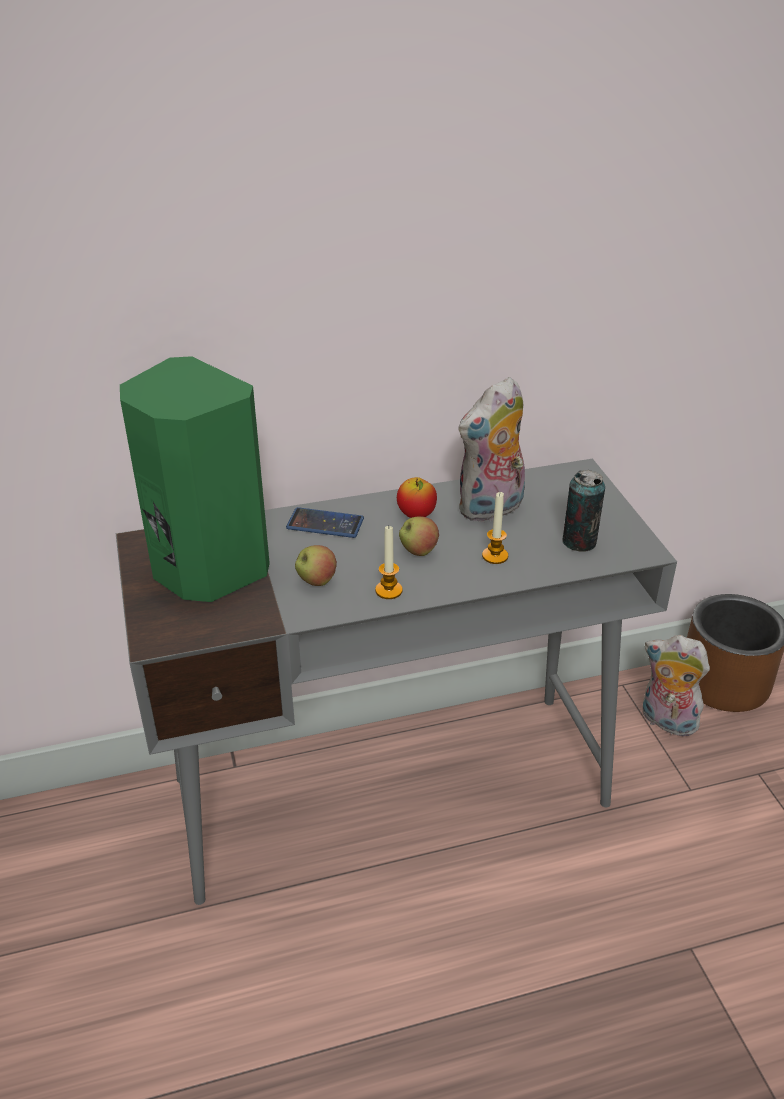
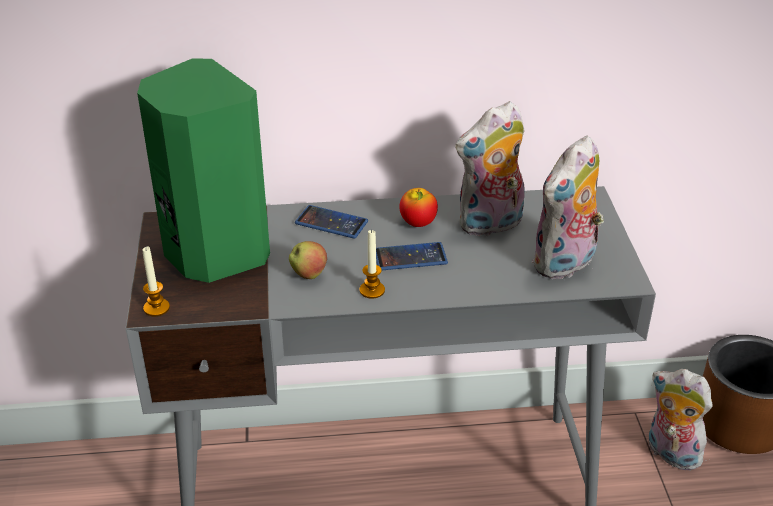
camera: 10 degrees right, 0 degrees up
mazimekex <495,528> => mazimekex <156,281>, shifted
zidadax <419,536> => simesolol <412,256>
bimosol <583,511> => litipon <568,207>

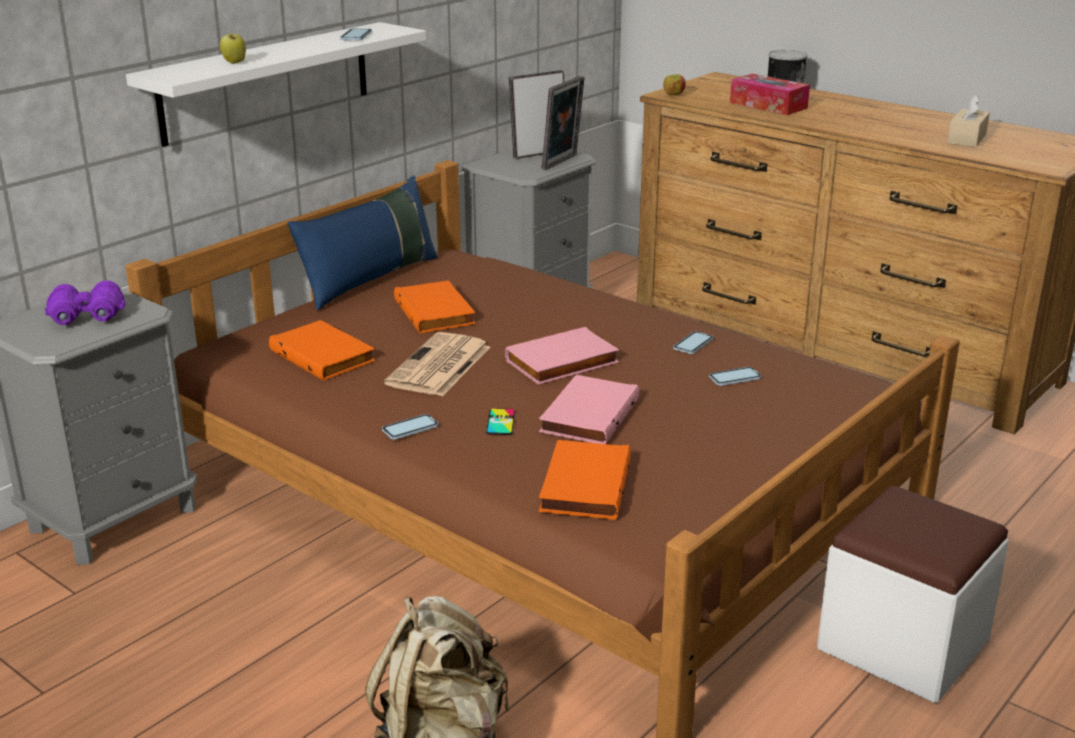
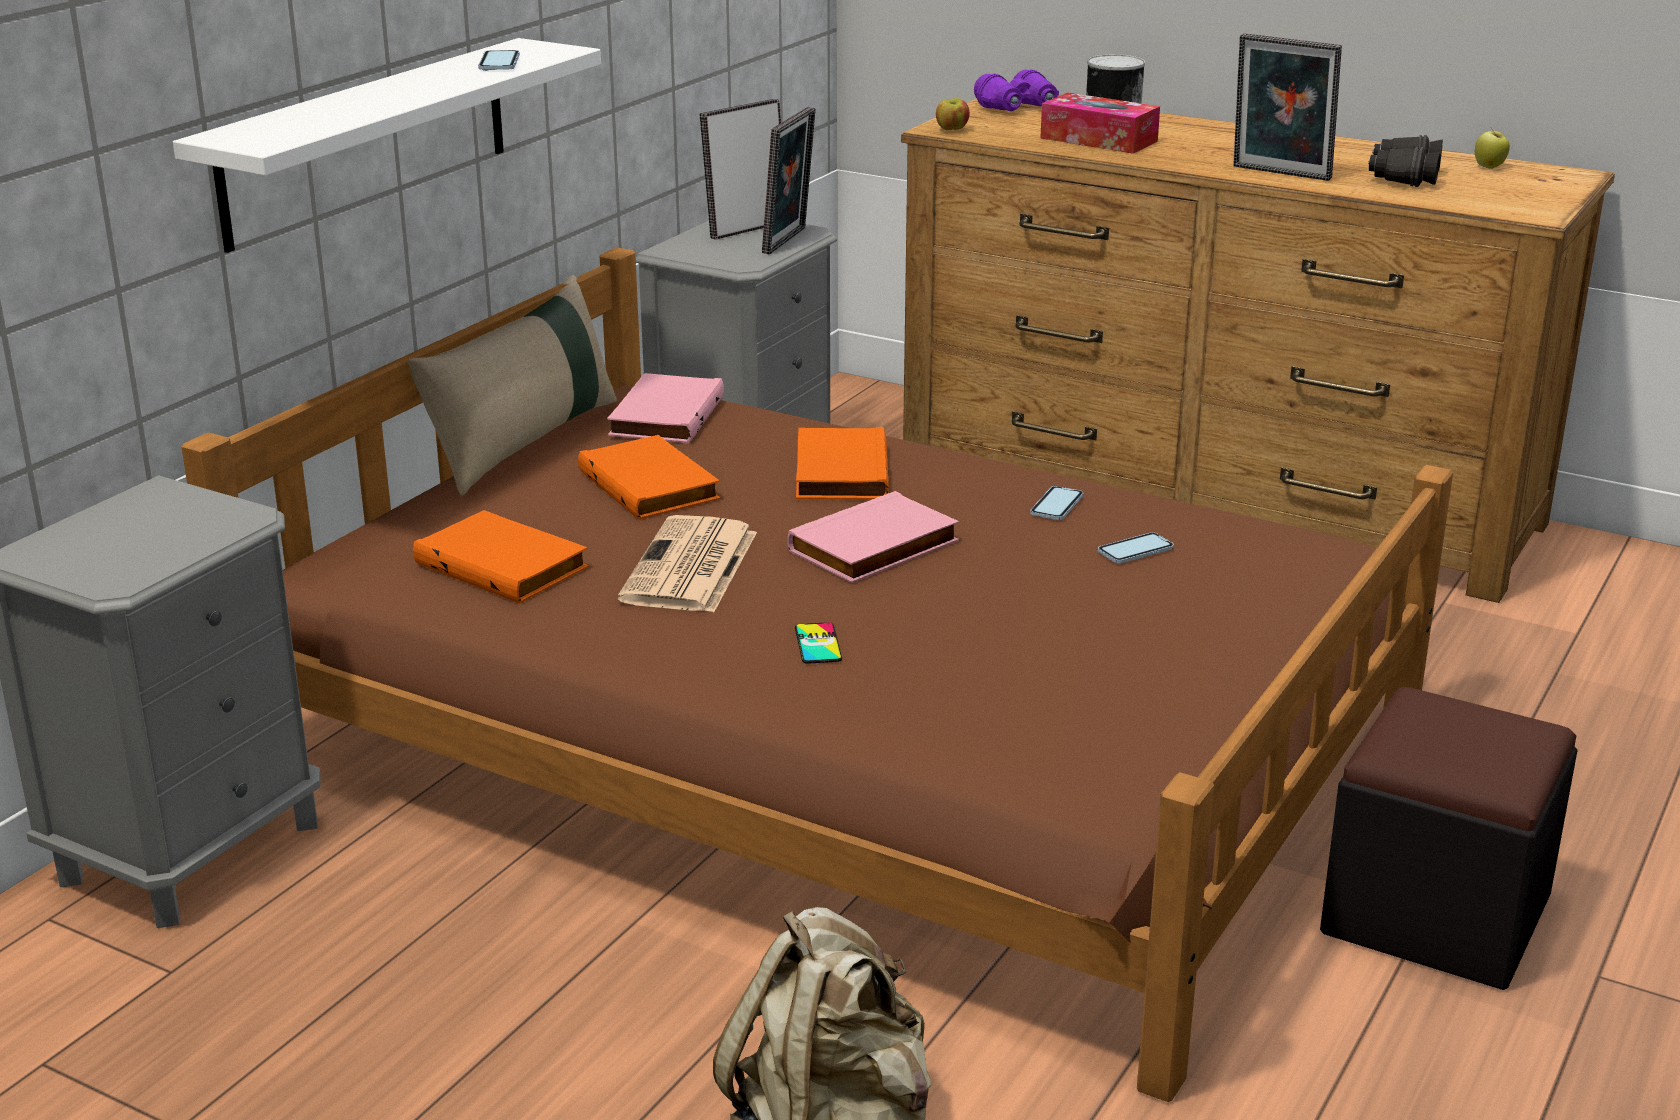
camera: 10 degrees left, 0 degrees up
simesolol <410,427> => nothing
nothing => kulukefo <1287,107>
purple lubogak <85,302> => purple lubogak <1016,90>, shifted
zidadax <233,47> => zidadax <1492,148>, shifted
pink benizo <589,409> => pink benizo <665,408>, shifted
orange benizo <585,480> => orange benizo <842,463>, shifted
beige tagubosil <968,120> => black lubogak <1405,161>
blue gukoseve <362,243> => beige gukoseve <512,385>
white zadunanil <913,594> => black zadunanil <1449,838>

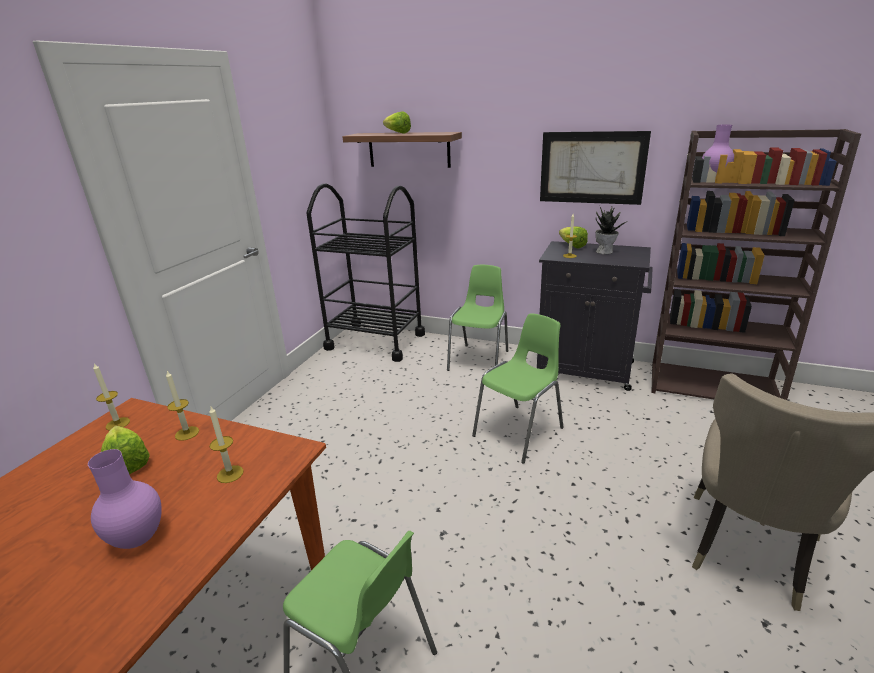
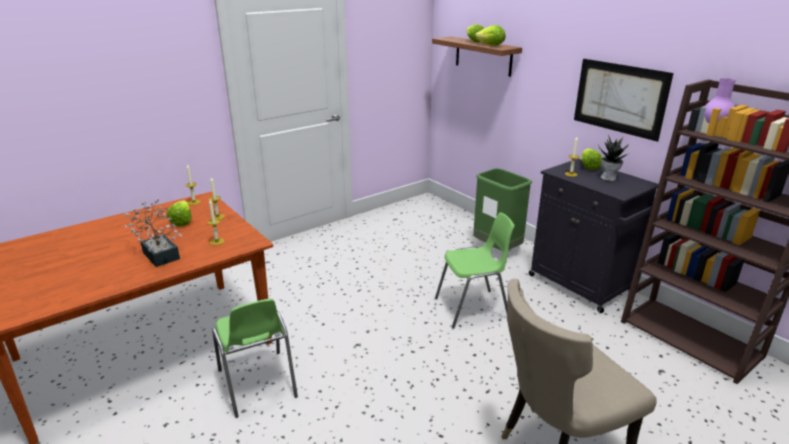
camera: 30 degrees right, 0 degrees up
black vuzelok <365,273> => nothing
nothing => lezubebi <490,35>
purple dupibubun <125,499> => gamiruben <153,233>
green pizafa <477,318> => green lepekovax <502,209>

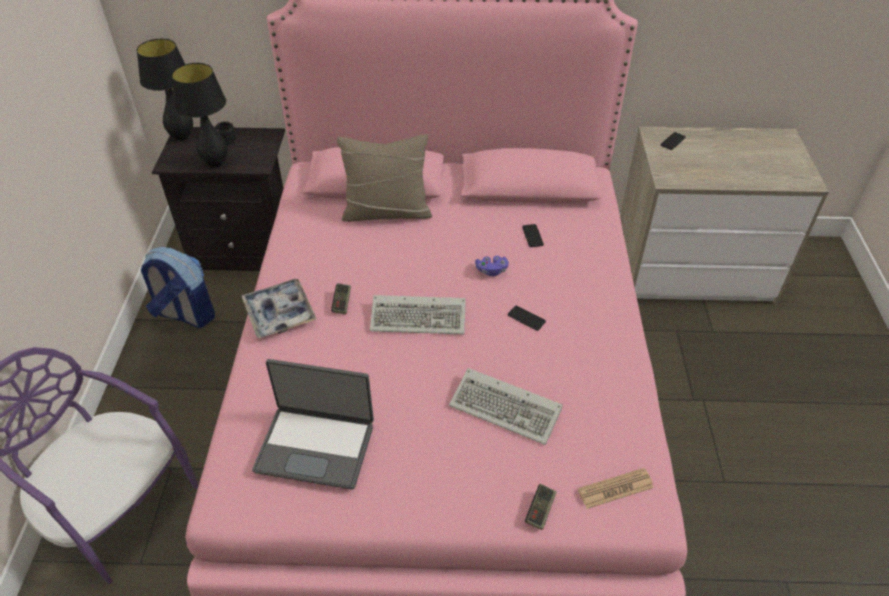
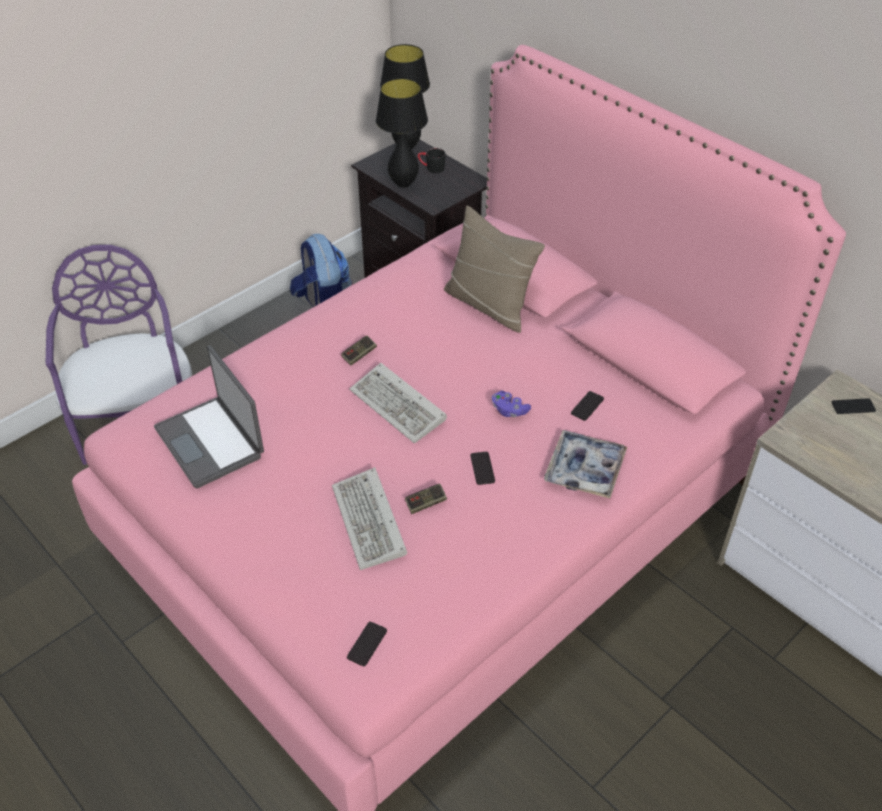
camera: 45 degrees right, 0 degrees up
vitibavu <279,308> => vitibavu <585,464>, shifted
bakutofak <541,507> => bakutofak <426,499>, shifted
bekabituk <616,488> => simesolol <367,644>

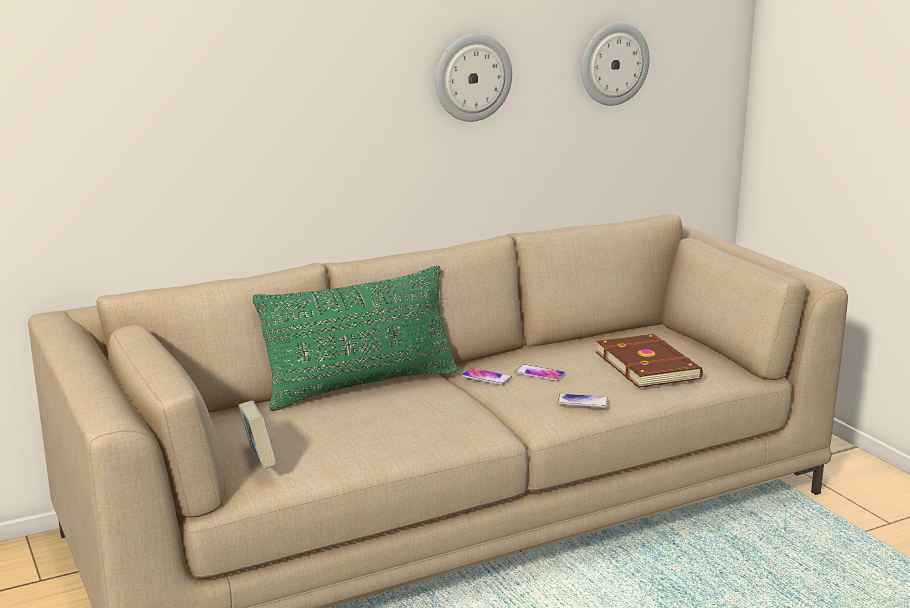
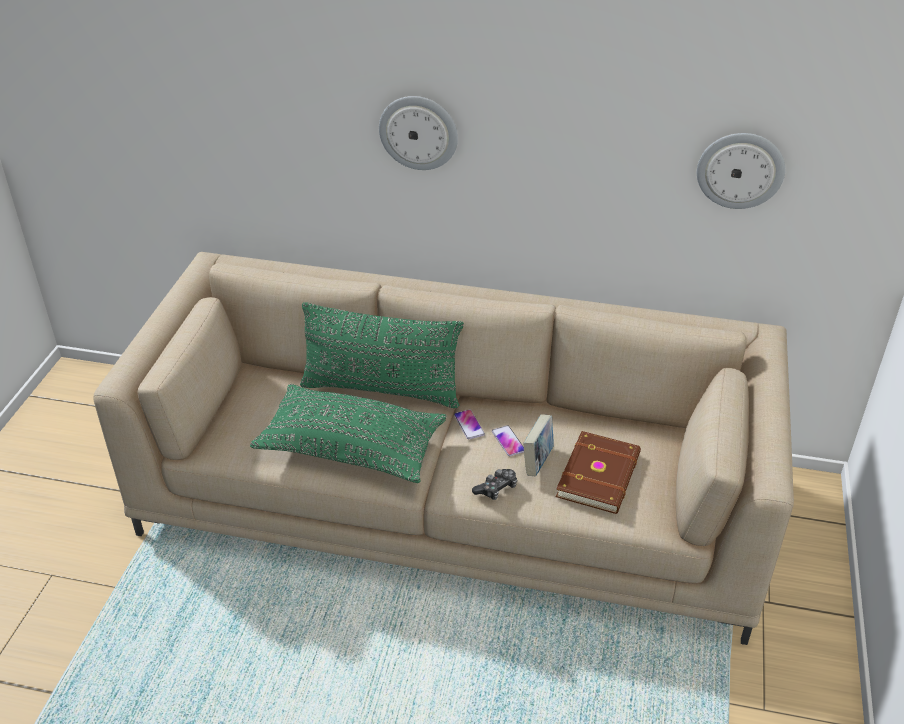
camera: 40 degrees right, 20 degrees up
nothing => green gukoseve <348,433>
benizo <257,435> => benizo <538,445>, shifted
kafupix <473,78> => kafupix <418,133>, shifted
simesolol <582,401> => bakutofak <494,484>

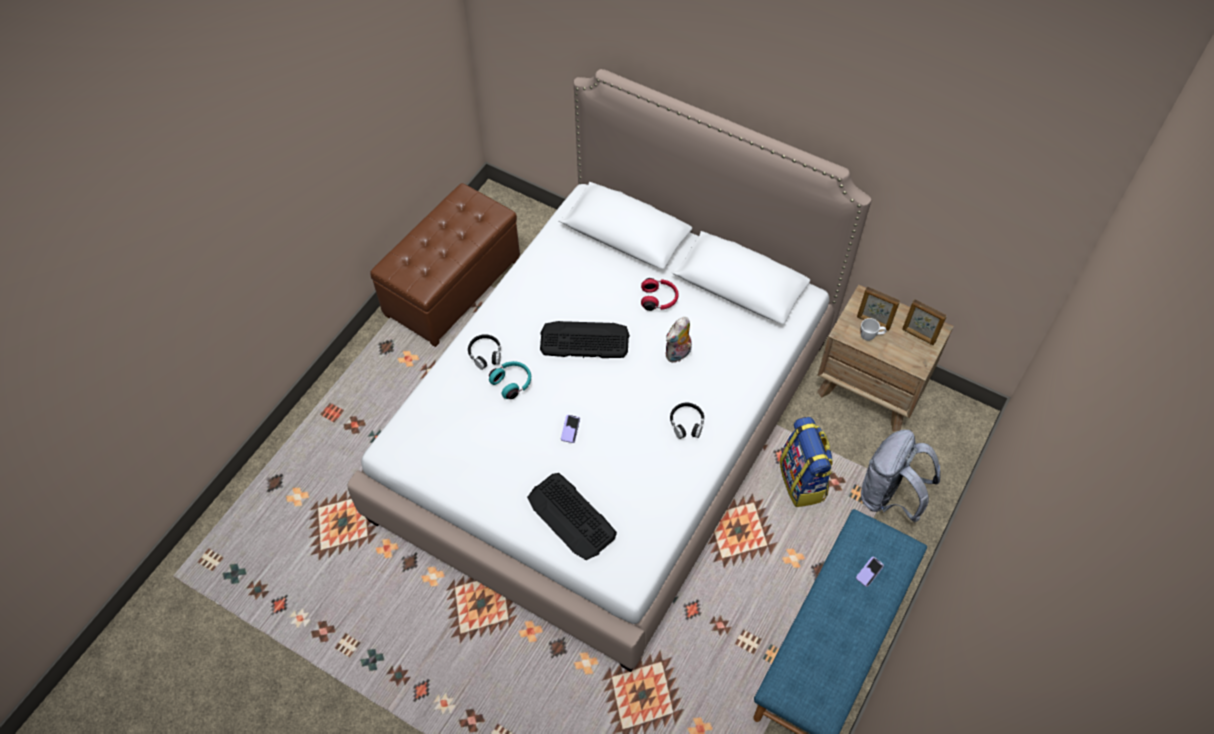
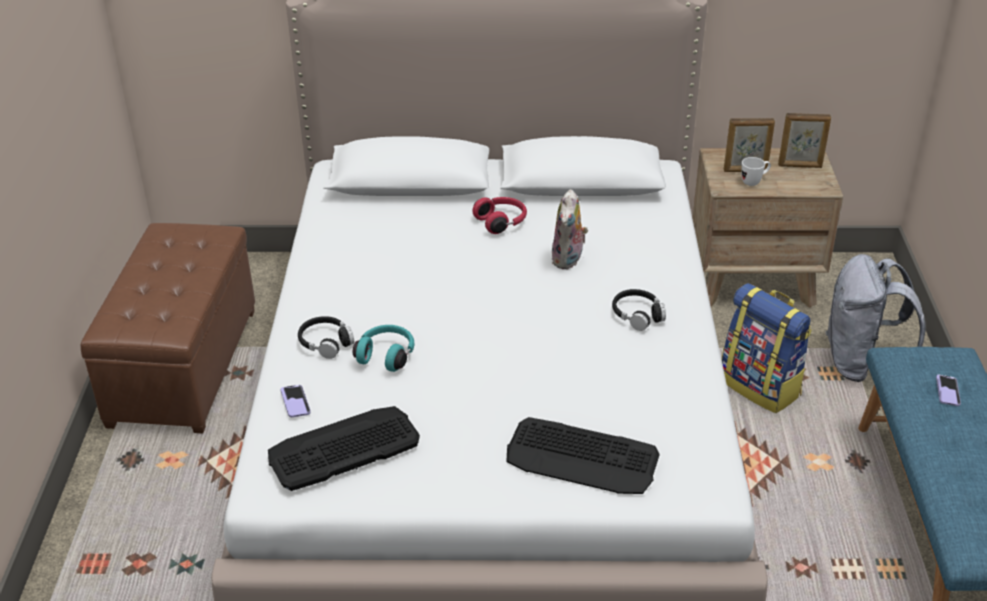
camera: 30 degrees left, 20 degrees down
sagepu <585,339> => sagepu <344,448>, shifted
simesolol <570,429> => simesolol <296,401>, shifted

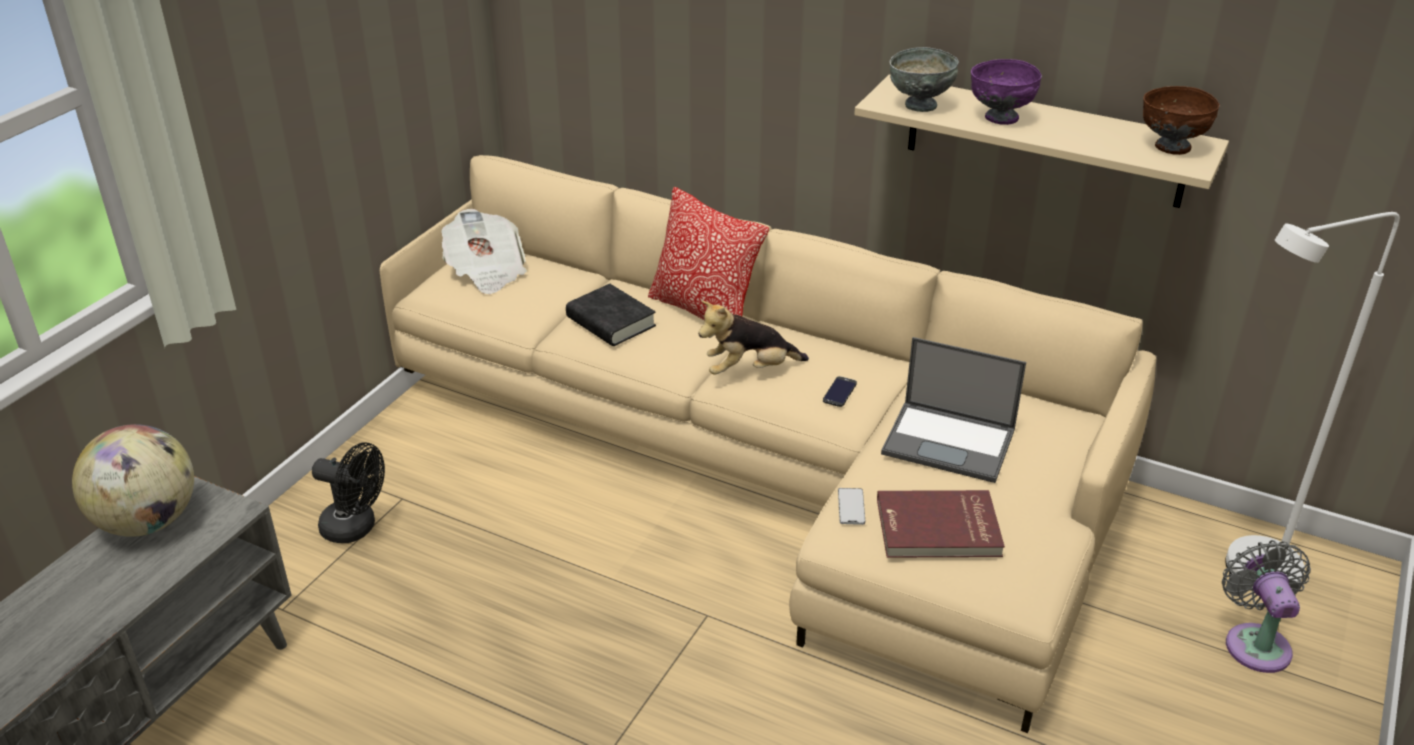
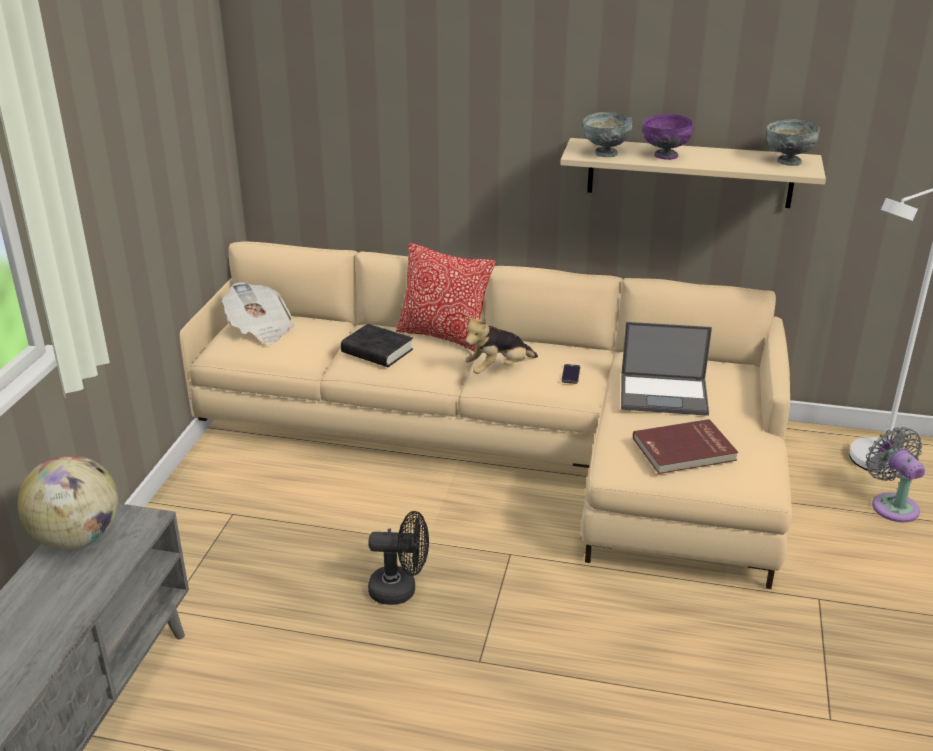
camera: 15 degrees left, 5 degrees down
simesolol <851,506> => nothing
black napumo <348,493> => black napumo <398,558>, shifted
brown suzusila <1181,120> => grey suzusila <793,143>

